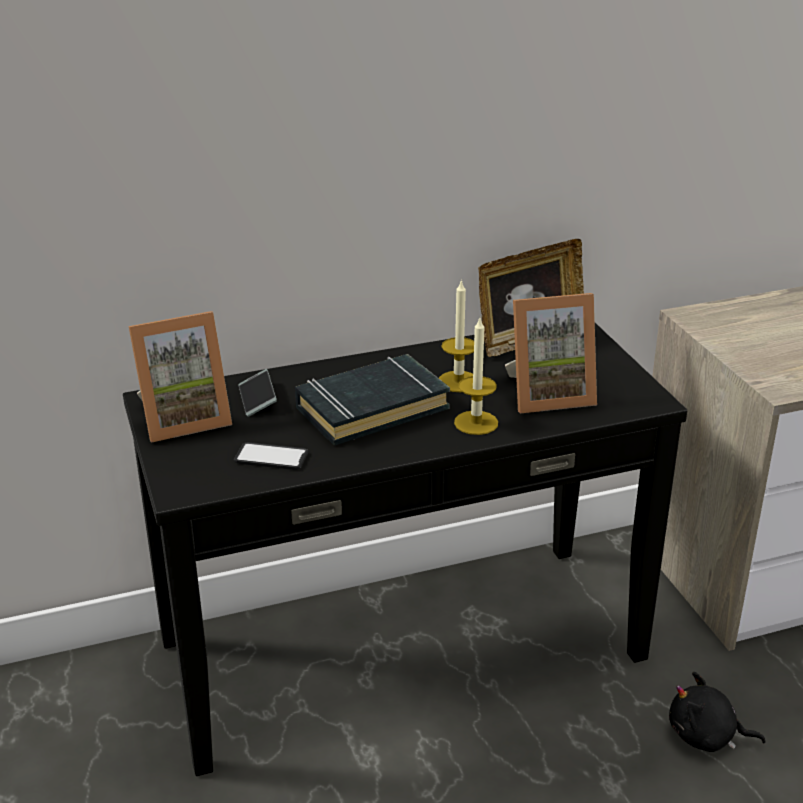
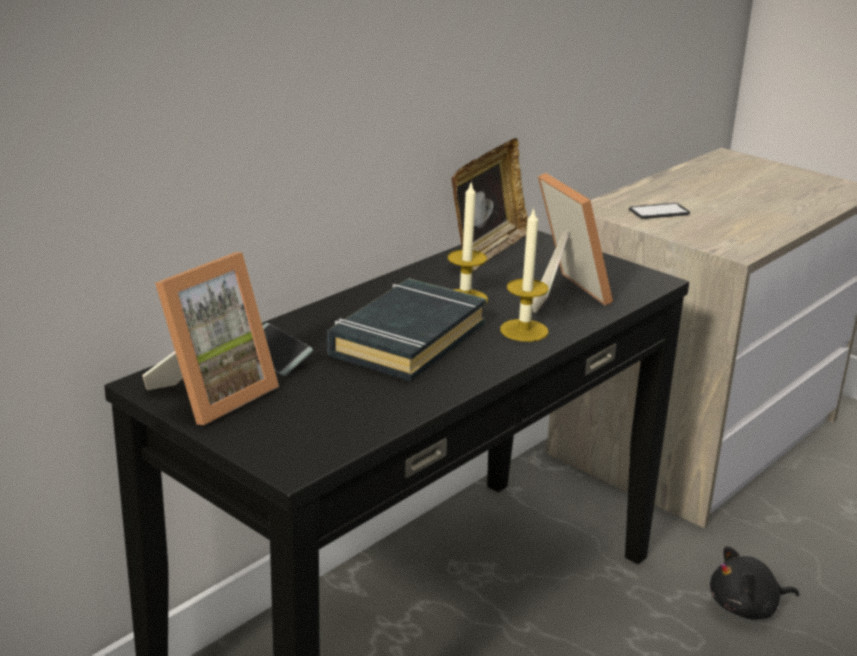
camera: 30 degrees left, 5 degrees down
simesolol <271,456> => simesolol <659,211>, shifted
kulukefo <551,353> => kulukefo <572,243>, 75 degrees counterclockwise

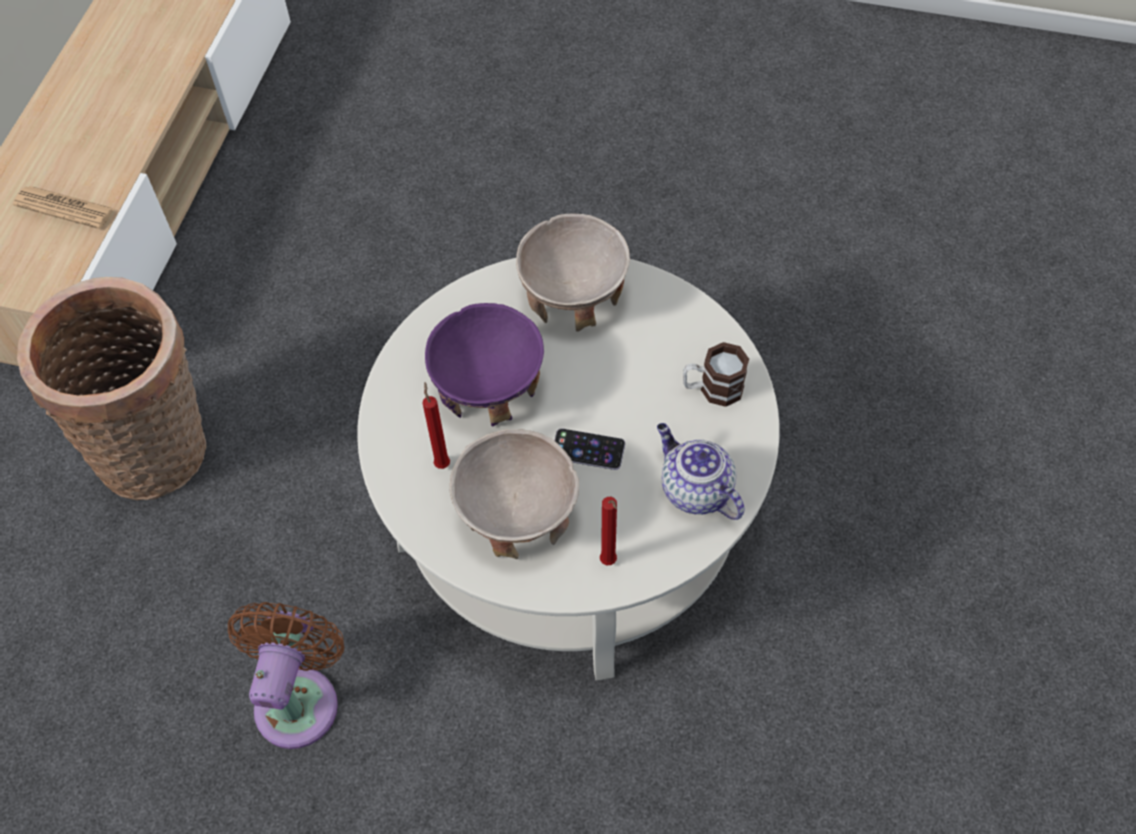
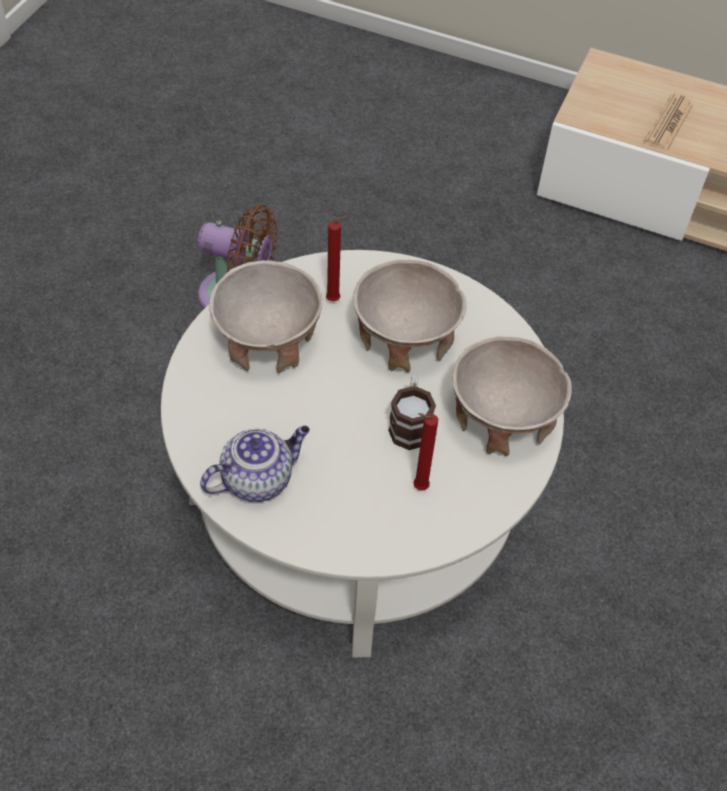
camera: 95 degrees right, 5 degrees down
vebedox <112,388> => nothing
simesolol <589,449> => nothing
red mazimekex <608,531> => red mazimekex <425,451>, shifted
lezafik <716,374> => lezafik <412,412>, shifted
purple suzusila <484,364> => beige suzusila <409,316>

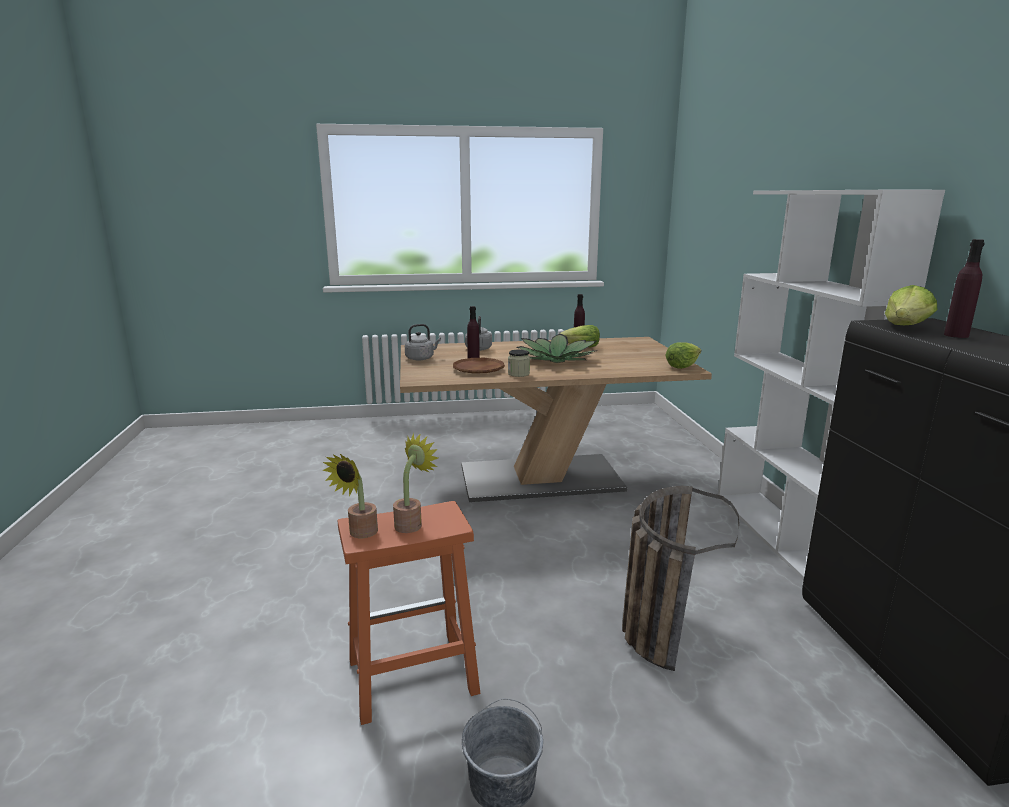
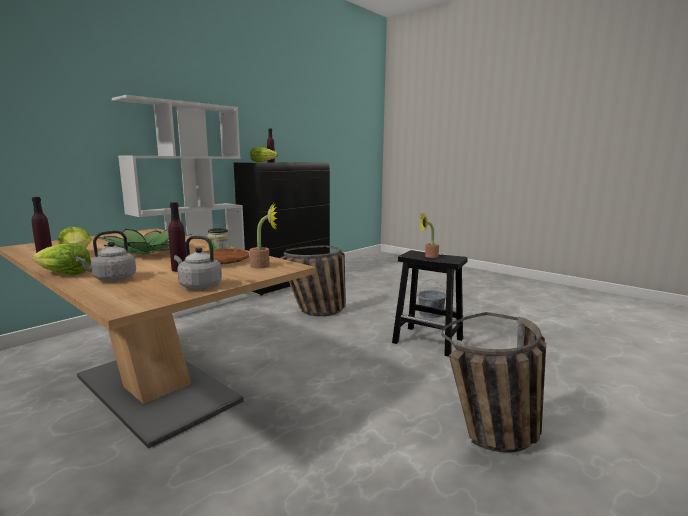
camera: 130 degrees left, 5 degrees down
nothing => vebedox <494,382>
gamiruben <350,495> => gamiruben <263,235>, shifted
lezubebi <683,355> => lezubebi <61,259>, shifted
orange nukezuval <409,613> => black nukezuval <430,303>

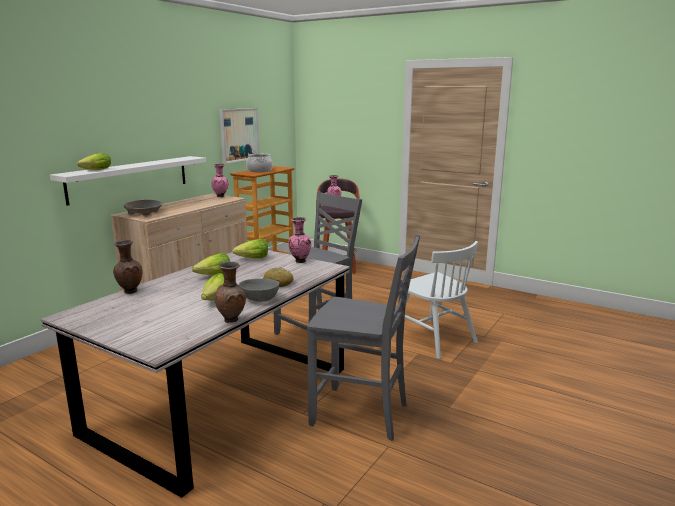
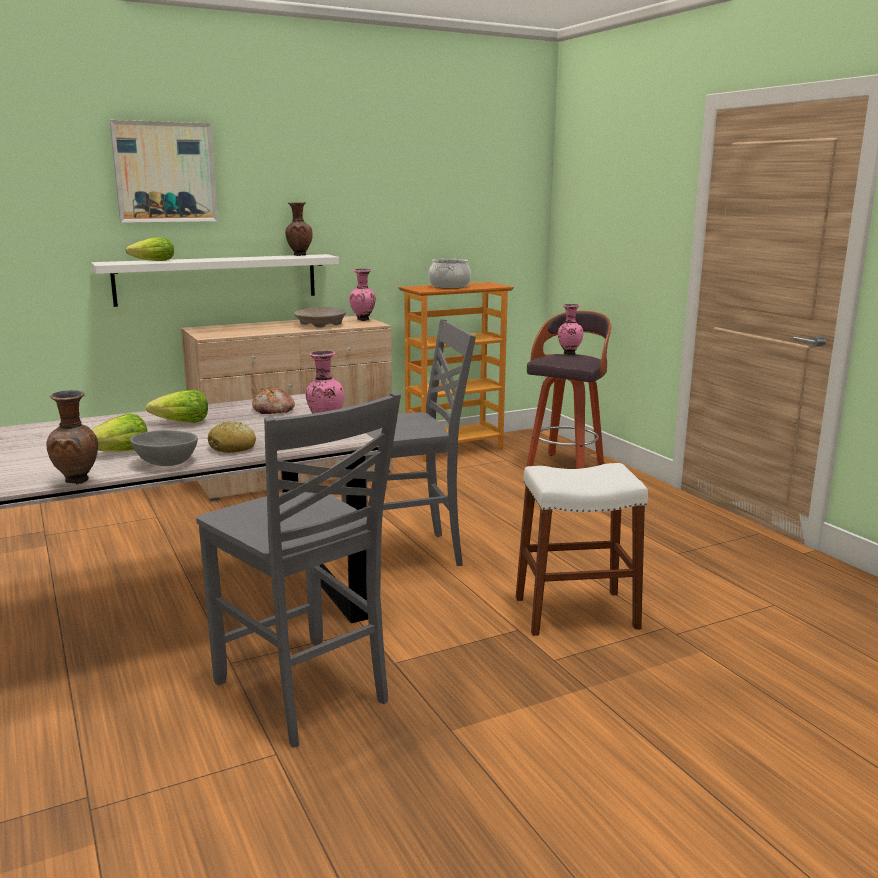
camera: 30 degrees right, 0 degrees up
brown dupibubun <128,267> => brown dupibubun <299,229>, shifted
beige suzusila <142,207> => beige suzusila <320,317>, shifted
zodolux <239,136> => zodolux <164,171>, shifted
lezubebi <250,248> => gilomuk <273,400>
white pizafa <435,300> => white nukezuval <582,549>

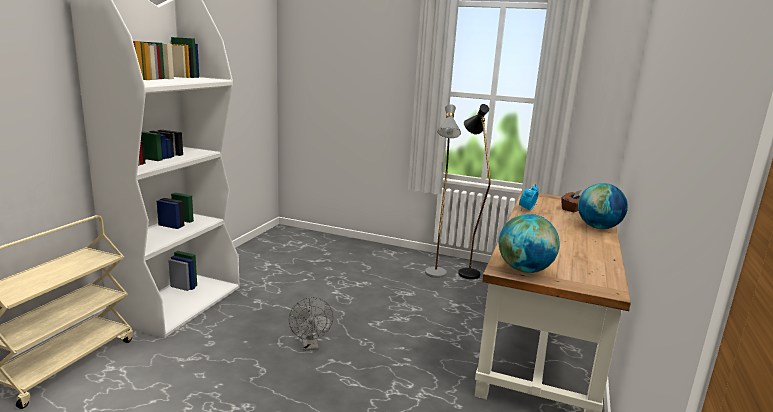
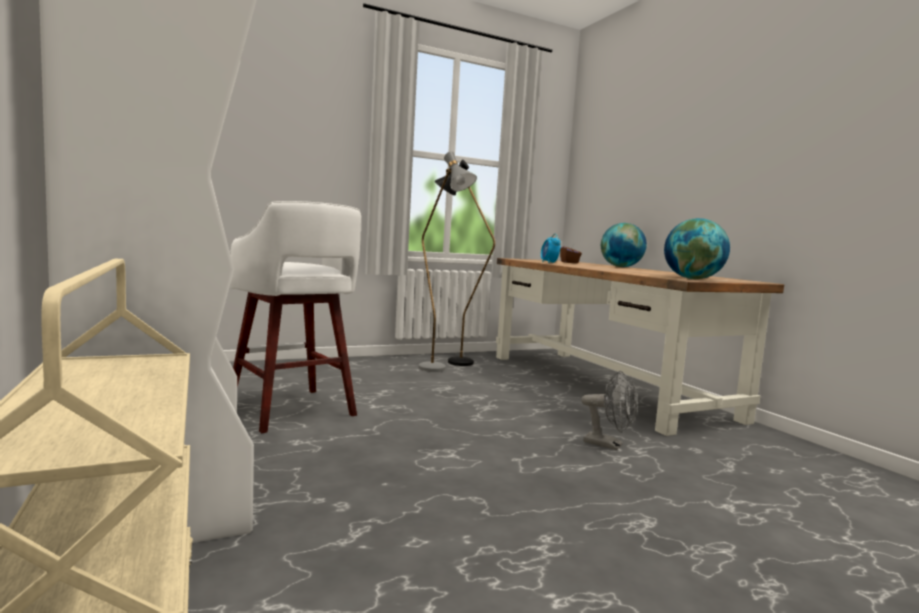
camera: 45 degrees left, 10 degrees down
nothing => white nukezuval <295,317>
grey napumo <311,324> => grey napumo <609,410>, shifted

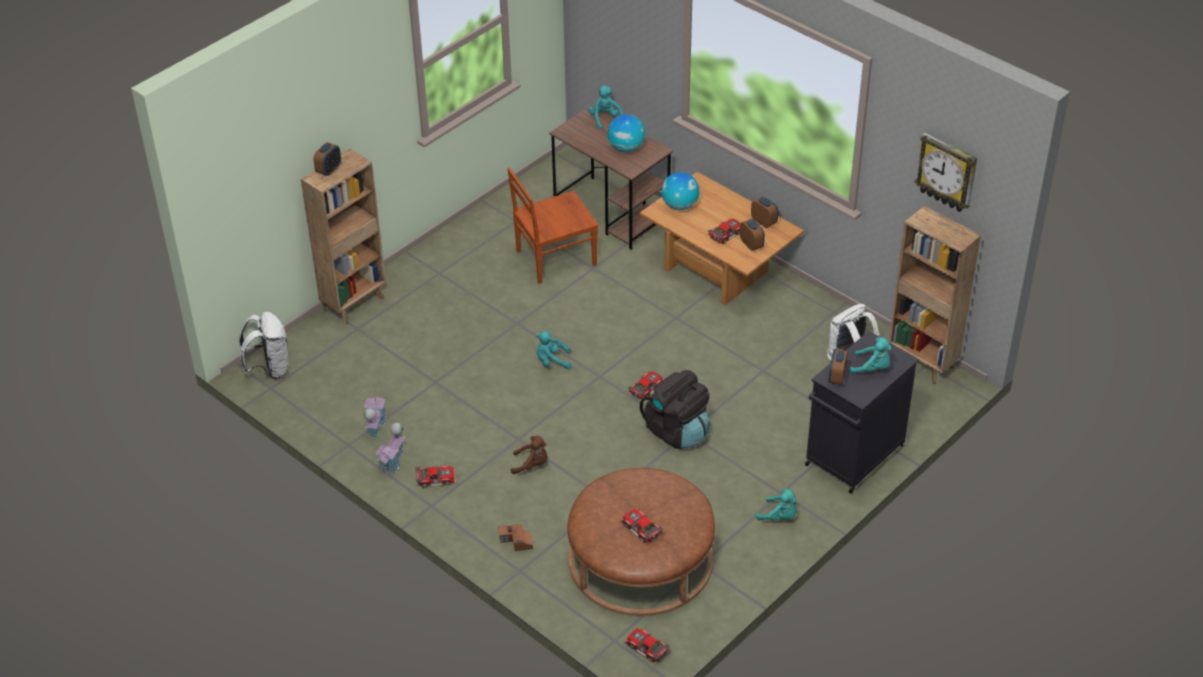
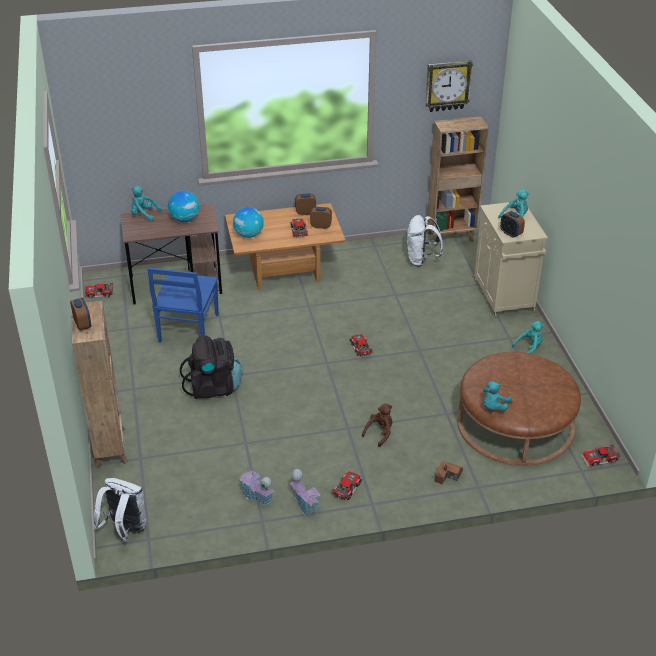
camera: 55 degrees left, 5 degrees down
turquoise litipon <553,350> => turquoise litipon <497,396>, shifted
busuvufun <641,526> => busuvufun <98,290>, shifted
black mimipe <675,409> => black mimipe <211,367>, shifted
brown pizafa <553,226> => blue pizafa <183,305>
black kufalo <862,412> => beige kufalo <511,259>

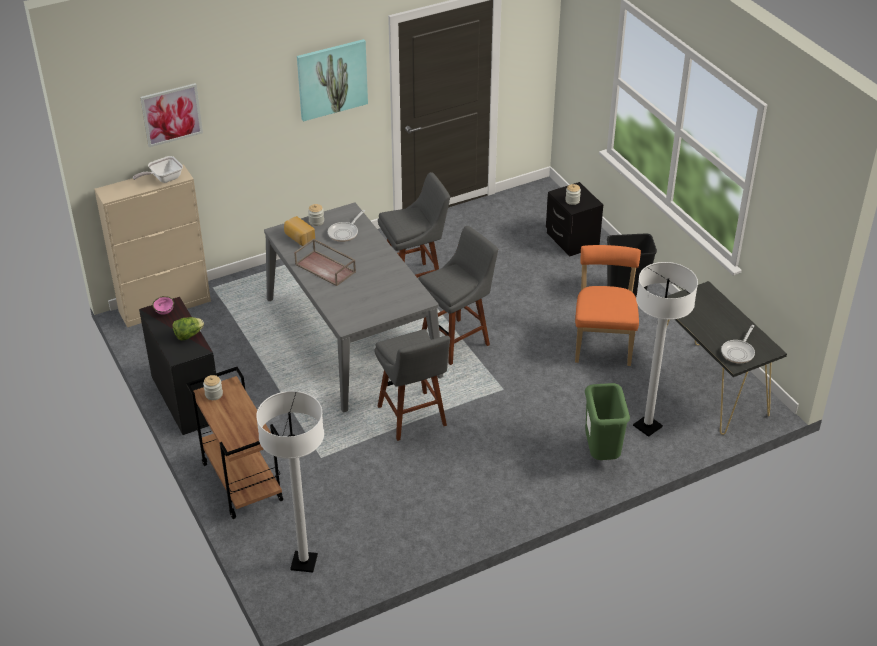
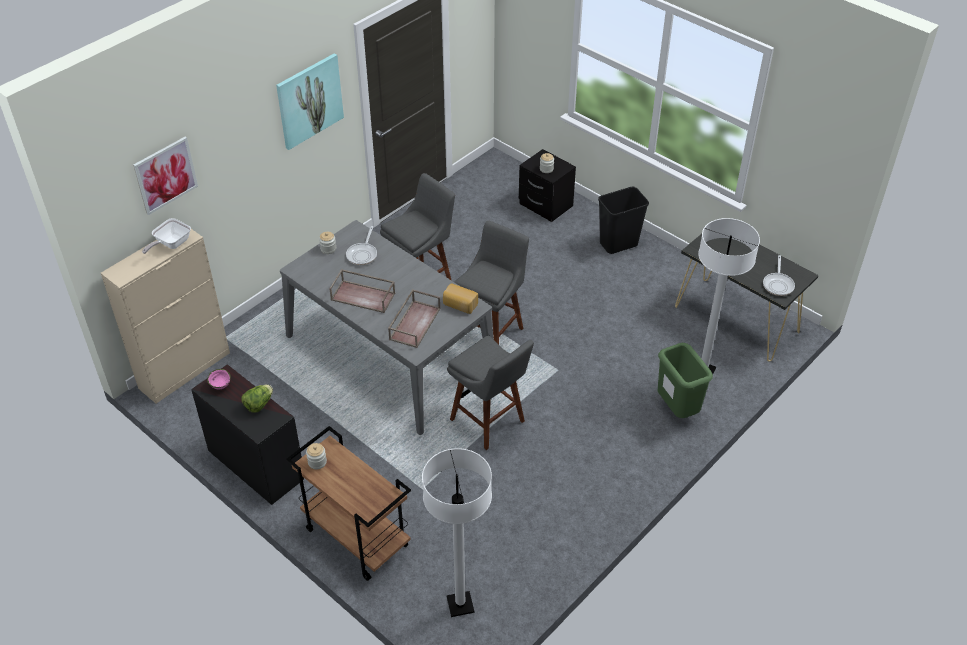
camera: 20 degrees left, 5 degrees up
orange pizafa <608,305> => nothing
nothing => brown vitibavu <414,318>
gilomuk <299,231> => gilomuk <460,298>, shifted

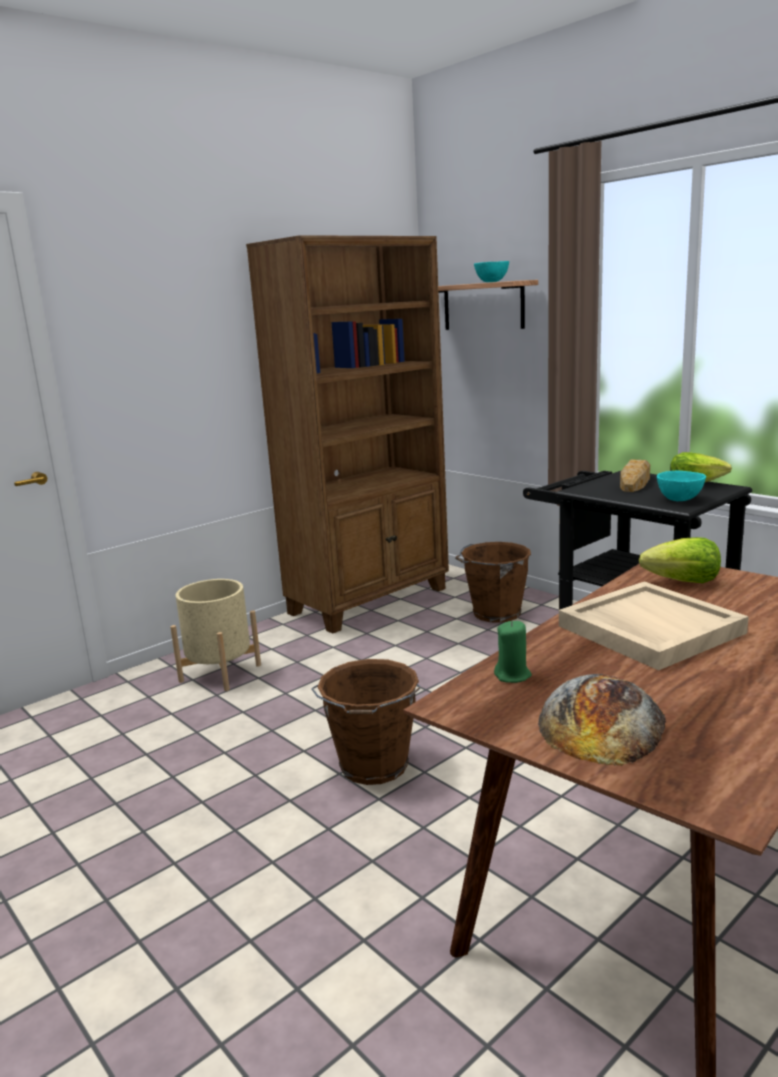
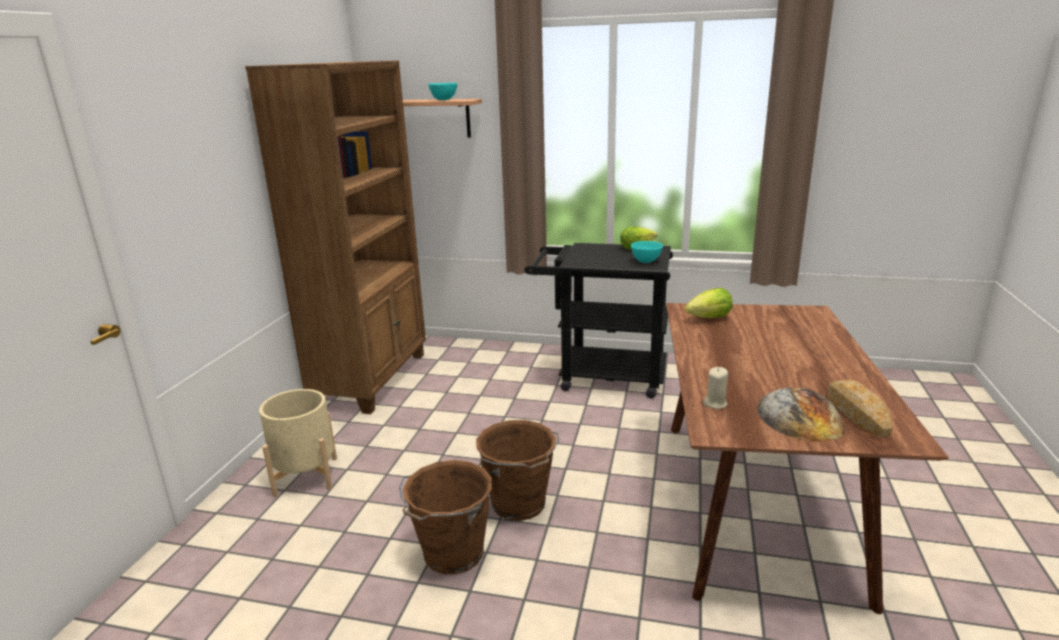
camera: 35 degrees left, 5 degrees up
beige vitibavu <654,625> => nothing
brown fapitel <493,582> => brown fapitel <445,517>, shifted
gilomuk <635,476> => gilomuk <860,408>, shifted
green mazimekex <513,652> => beige mazimekex <715,388>

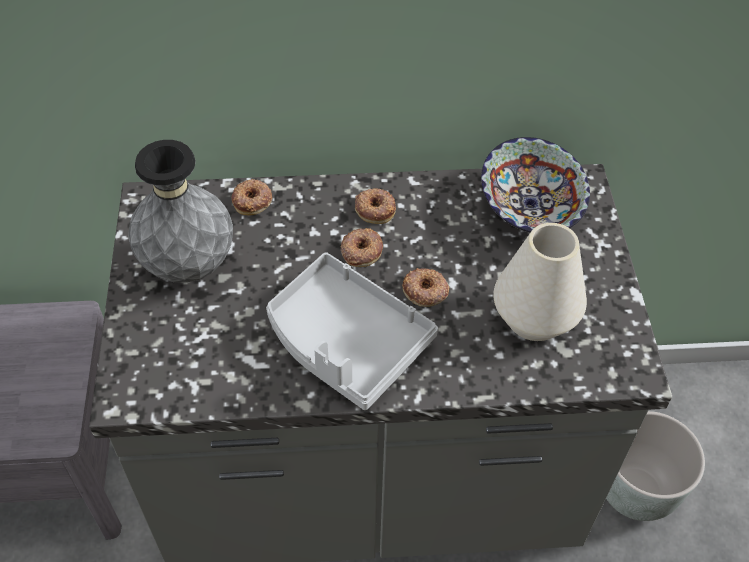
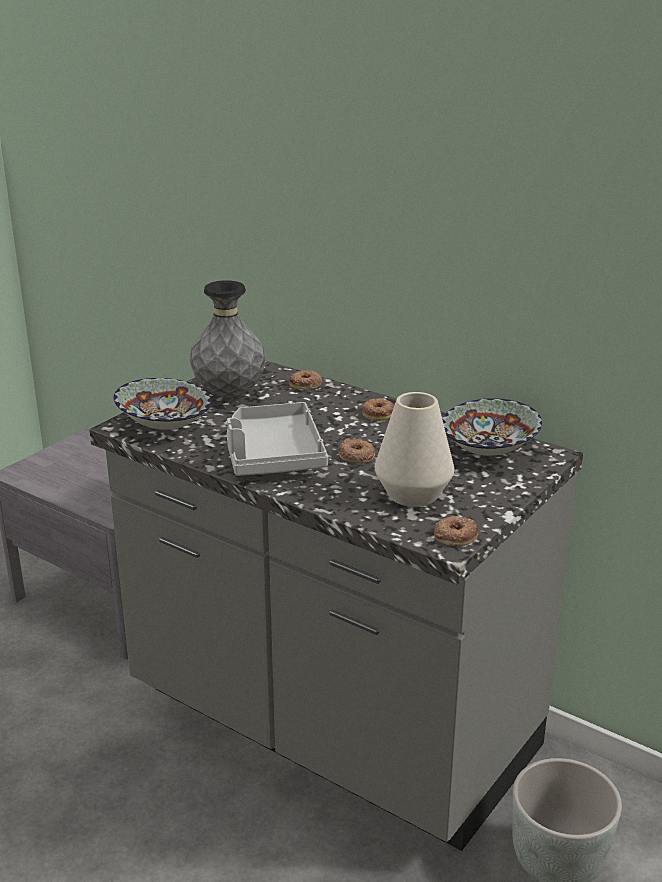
camera: 40 degrees right, 25 degrees down
nothing => suzusila <162,404>
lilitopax <362,247> => lilitopax <456,530>, shifted

